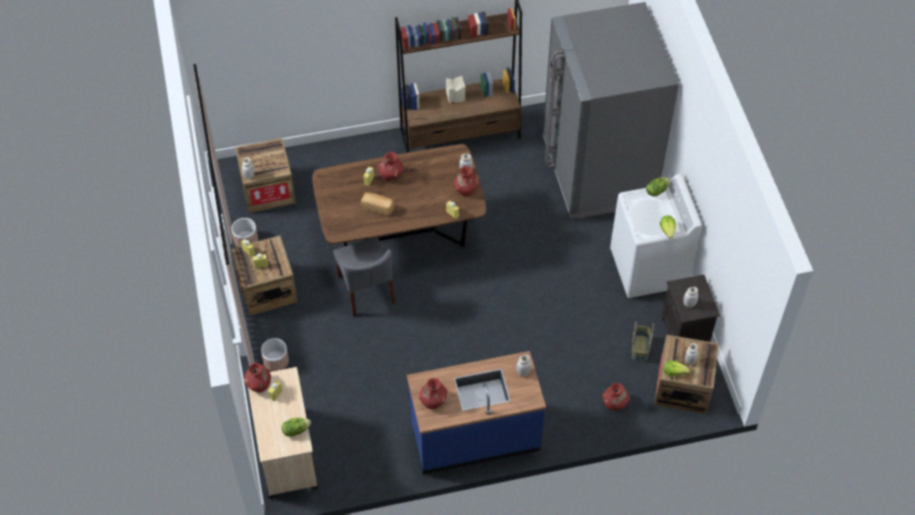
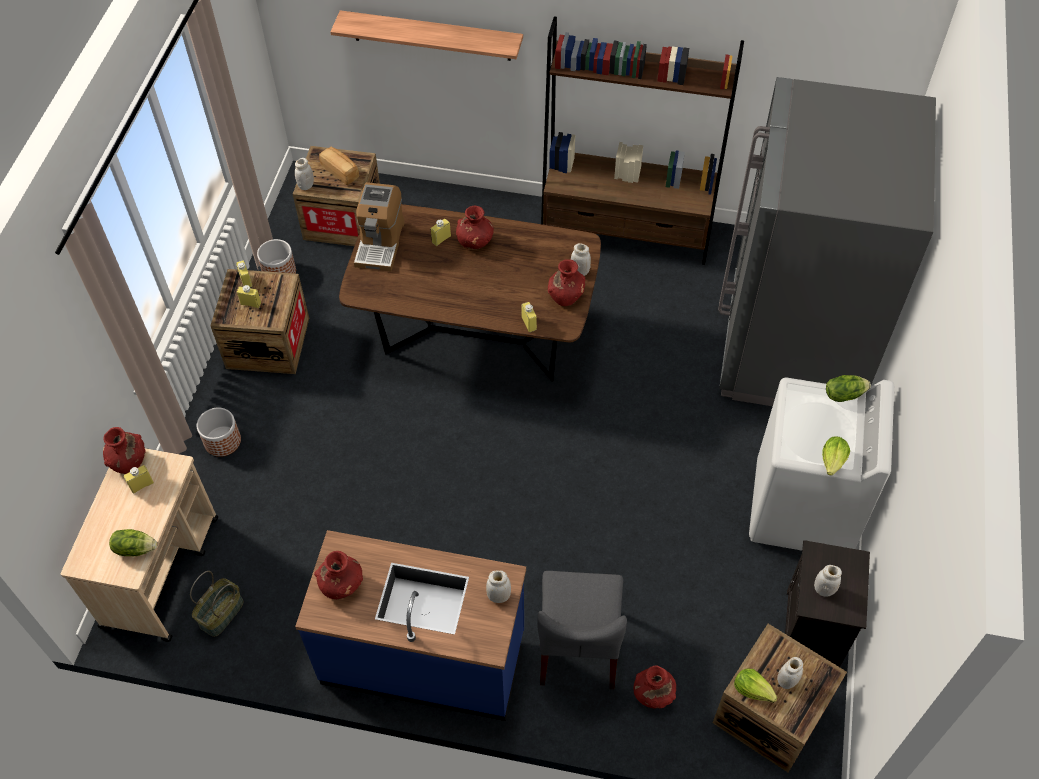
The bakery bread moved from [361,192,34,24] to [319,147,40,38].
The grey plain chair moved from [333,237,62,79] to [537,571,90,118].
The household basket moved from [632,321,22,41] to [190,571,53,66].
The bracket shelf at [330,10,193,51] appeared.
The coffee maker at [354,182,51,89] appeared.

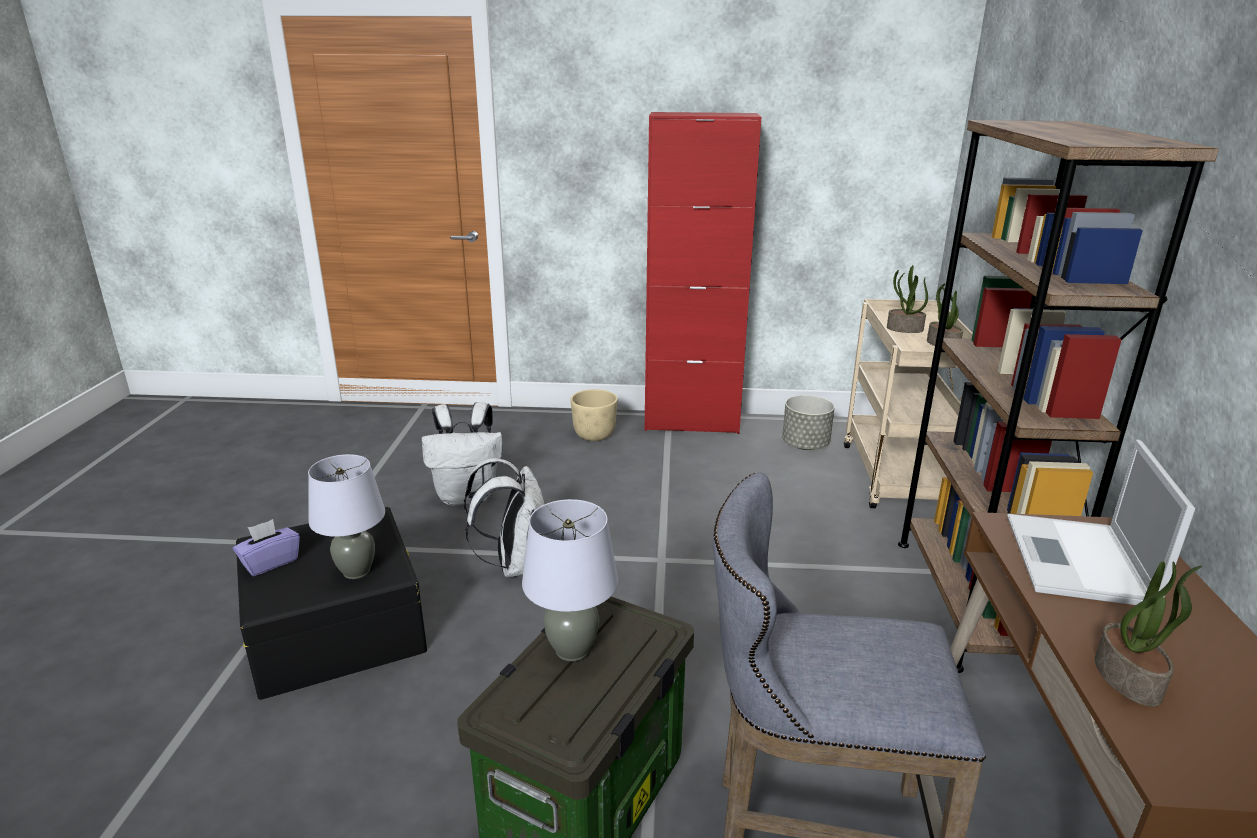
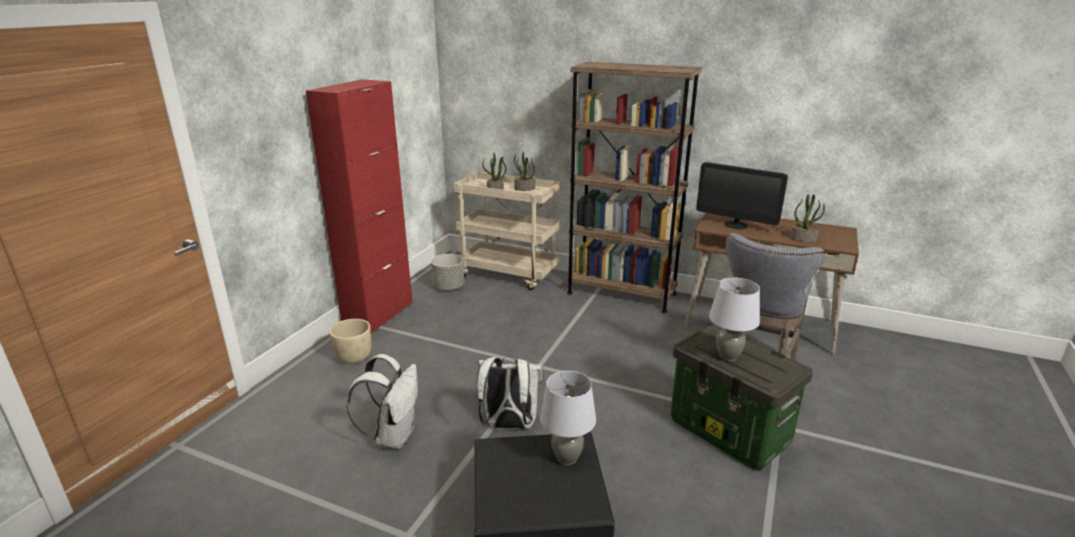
The notebook computer at [1007,440,188,165] was replaced by the computer display at [697,162,91,67].
The purple-coloured tissue box at [233,519,67,57] disappeared.

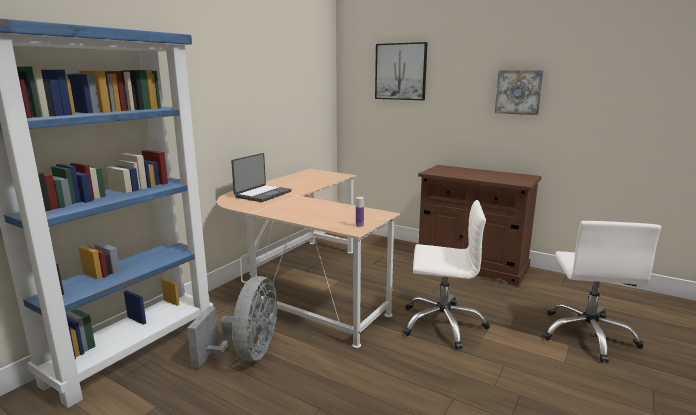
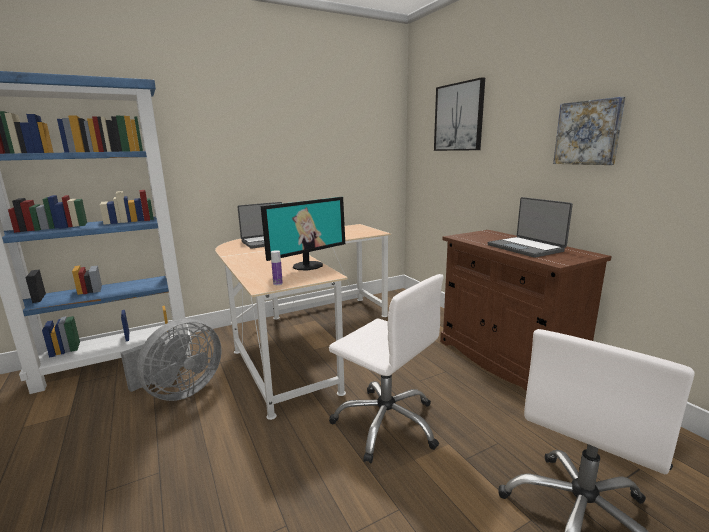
The computer display at [261,197,84,73] appeared.
The notebook computer at [488,197,85,61] appeared.

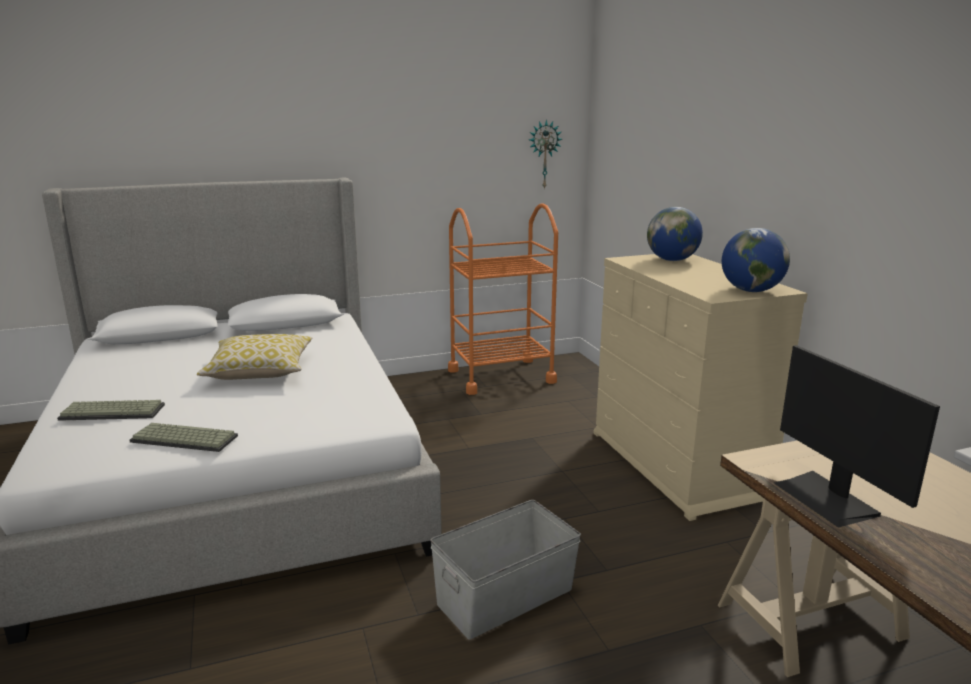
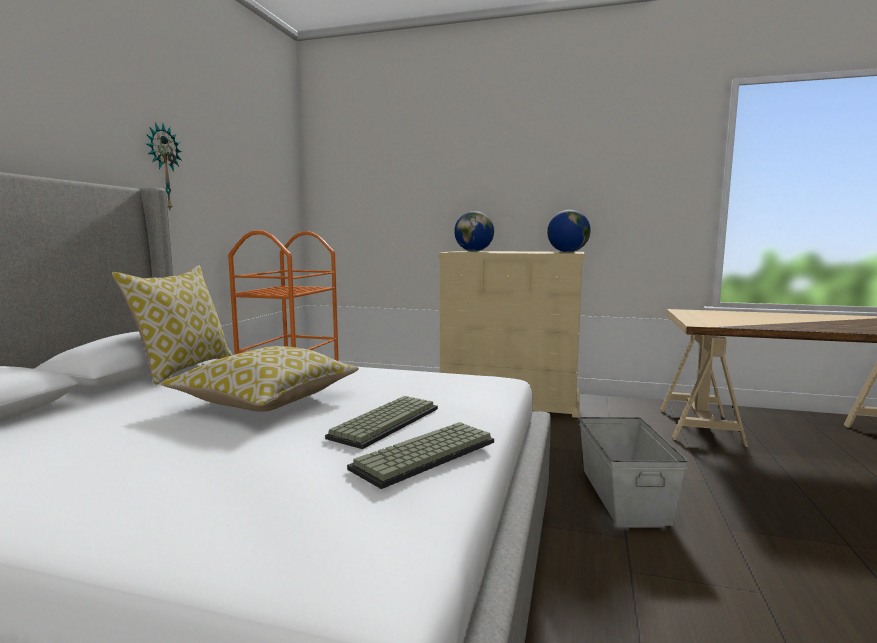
The wall clock moved from [529,119,33,71] to [146,123,36,87].
The computer display at [774,345,166,182] disappeared.
The computer keyboard moved from [57,400,108,21] to [325,396,113,53].
The pillow at [112,265,121,120] appeared.

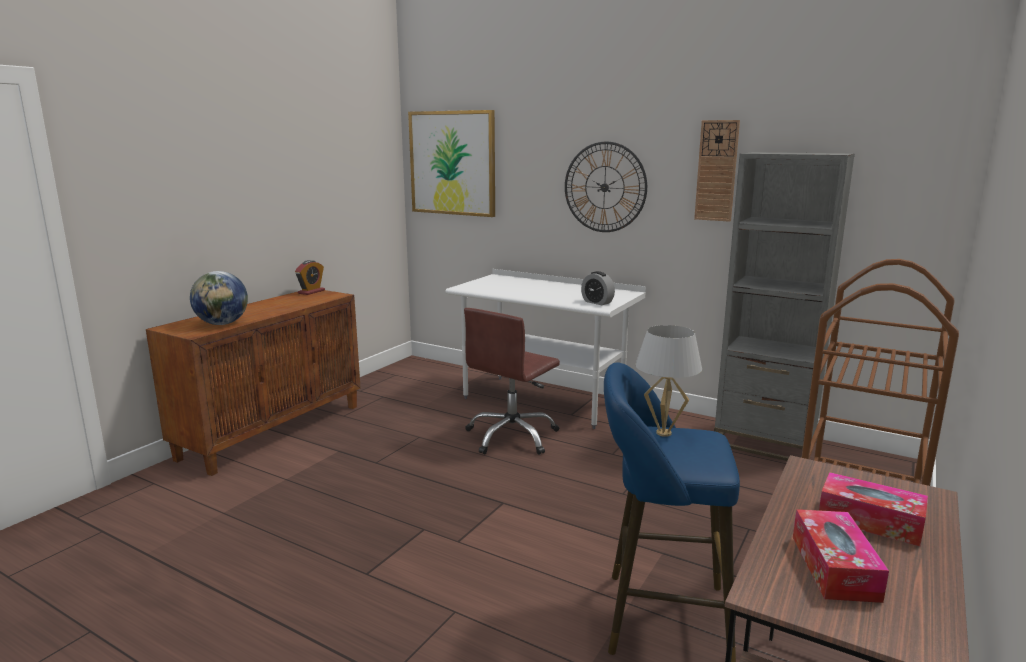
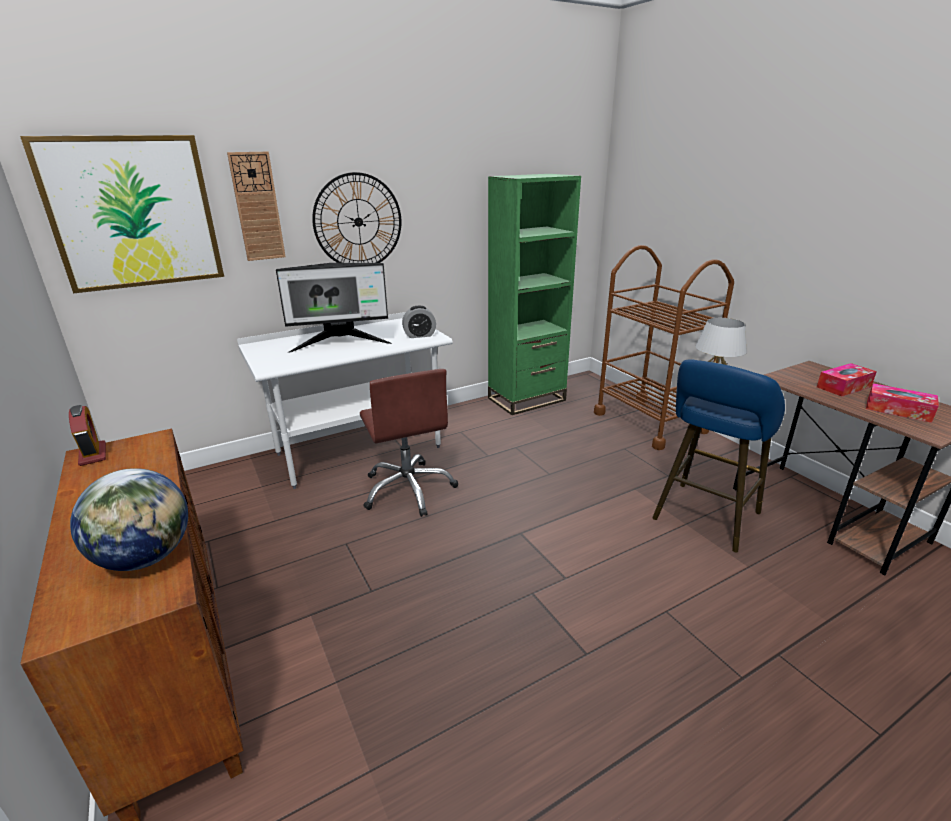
The wall clock moved from [694,120,46,102] to [227,152,59,109].
The grey shelving unit at [714,152,141,309] became the green-coloured shelving unit at [488,174,93,241].
The computer display at [276,263,116,90] appeared.

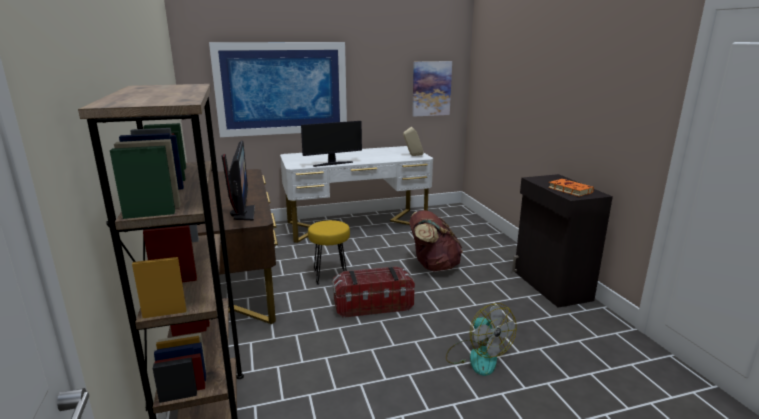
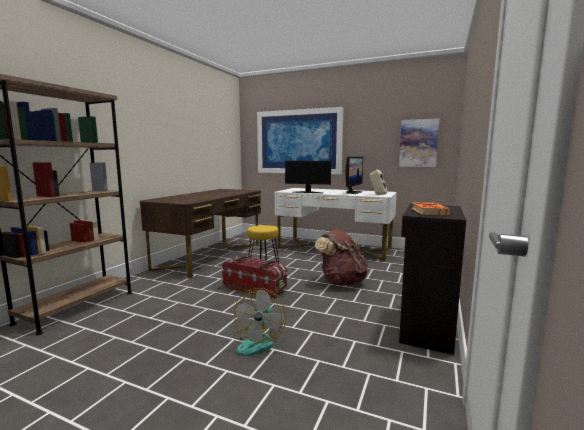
The computer display moved from [221,141,34,79] to [345,157,18,37].

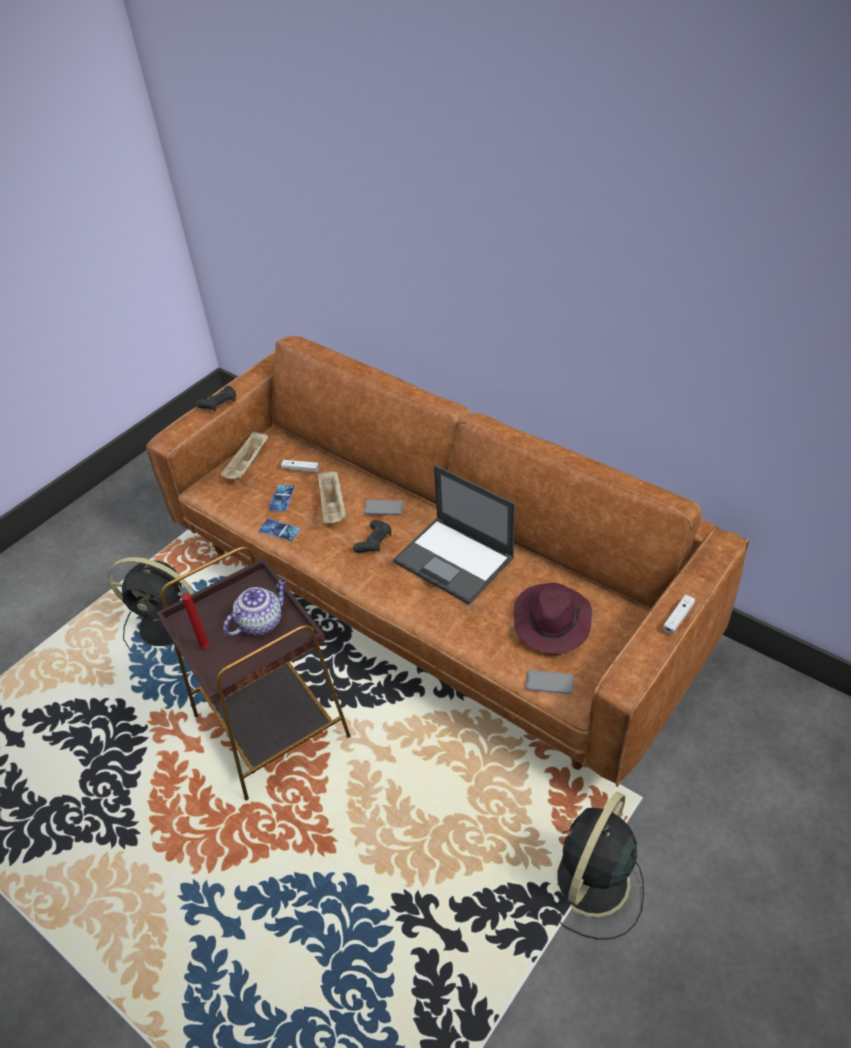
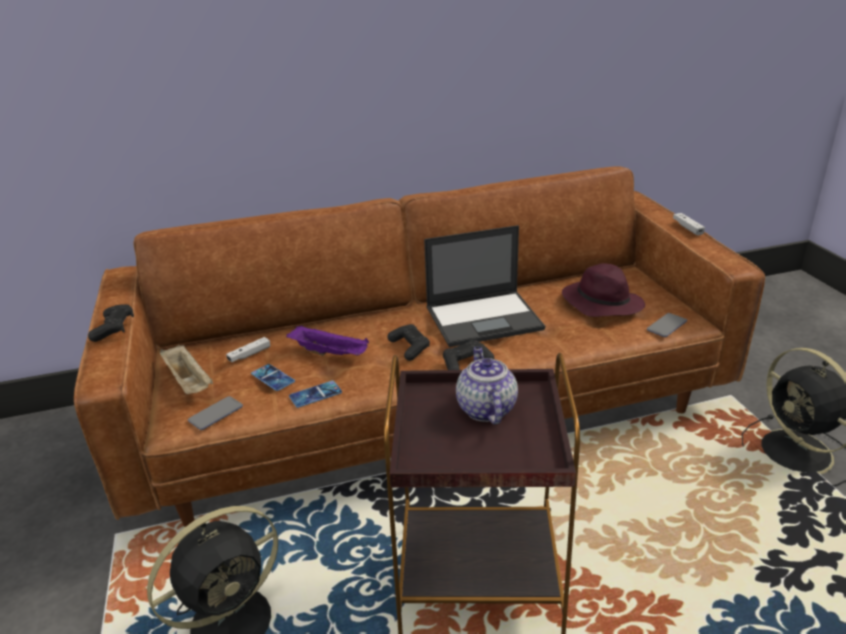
The beige serving tray at [318,470,28,53] became the purple-coloured serving tray at [286,325,83,31].
The telephone moved from [364,500,40,15] to [188,396,55,34].
The red-coloured wax candle at [178,585,32,64] disappeared.
The black-coloured joypad at [443,340,51,30] appeared.

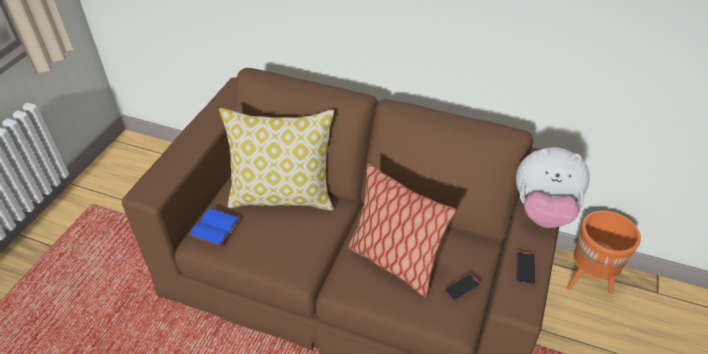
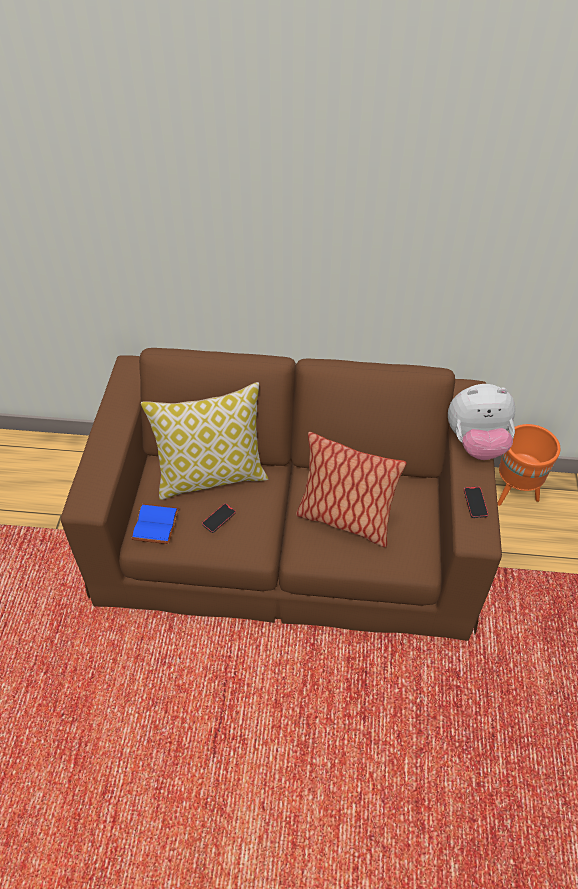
The telephone moved from [444,274,37,28] to [202,503,34,30].

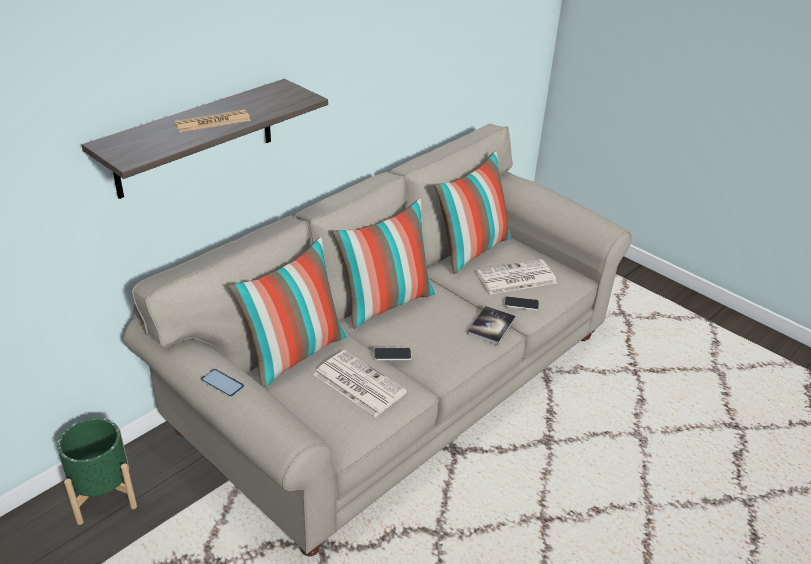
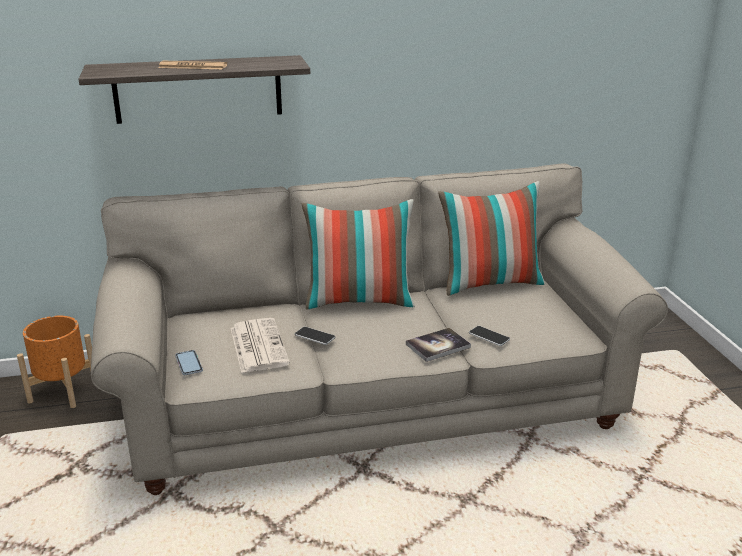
The pillow at [228,237,120,151] disappeared.
The daily paper at [476,259,81,35] disappeared.
The telephone moved from [200,368,45,30] to [175,350,28,25].
The green-coloured plant pot at [57,418,80,107] became the orange-coloured plant pot at [17,316,75,92].

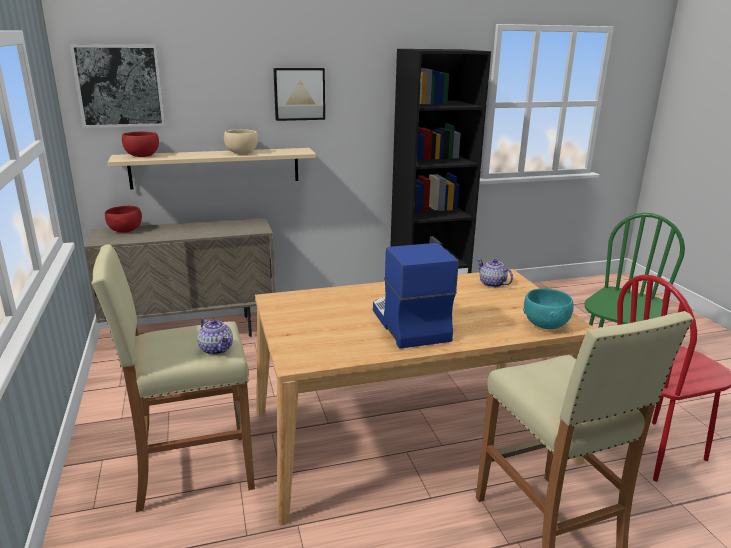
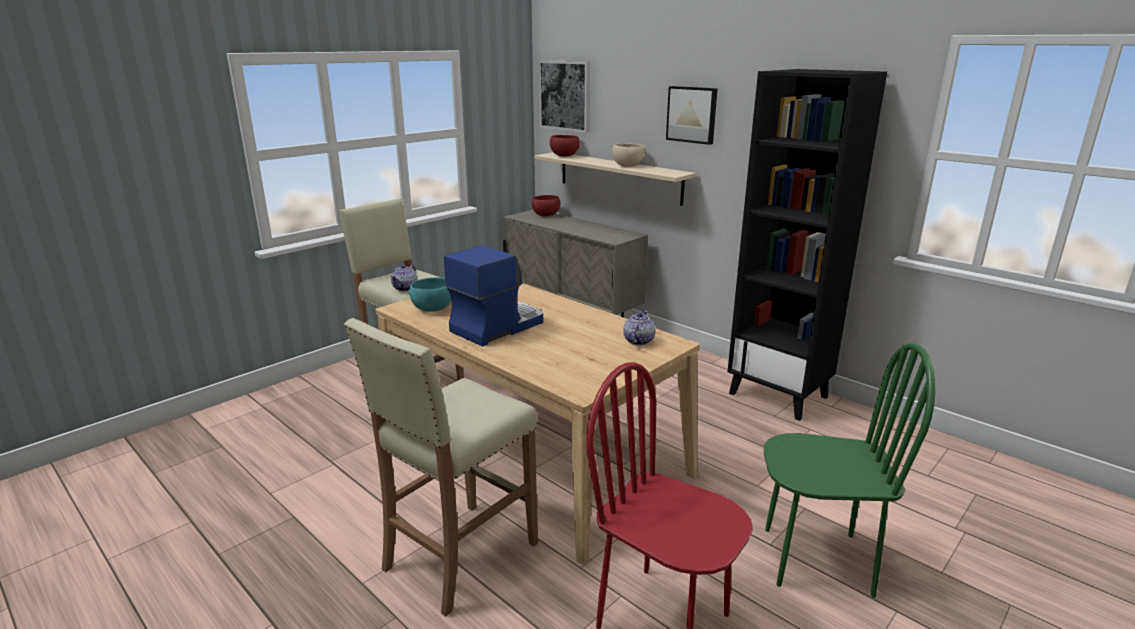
The turquoise deep dish moved from [523,288,51,41] to [408,277,44,35].

